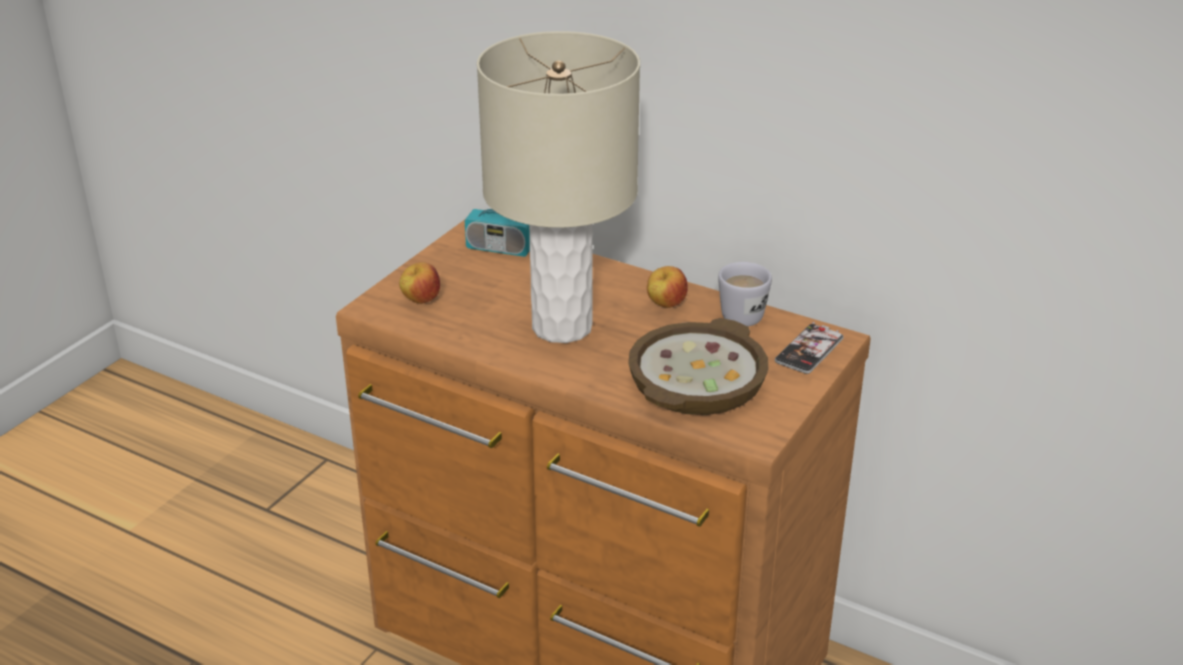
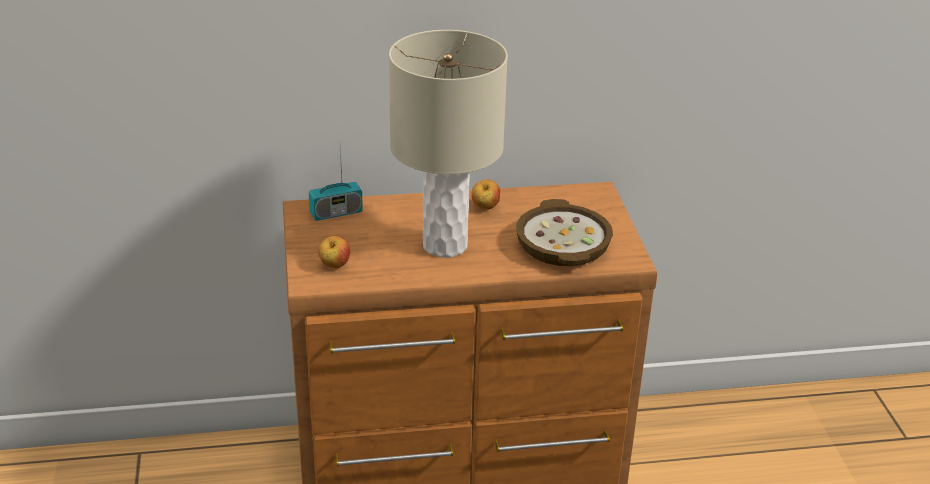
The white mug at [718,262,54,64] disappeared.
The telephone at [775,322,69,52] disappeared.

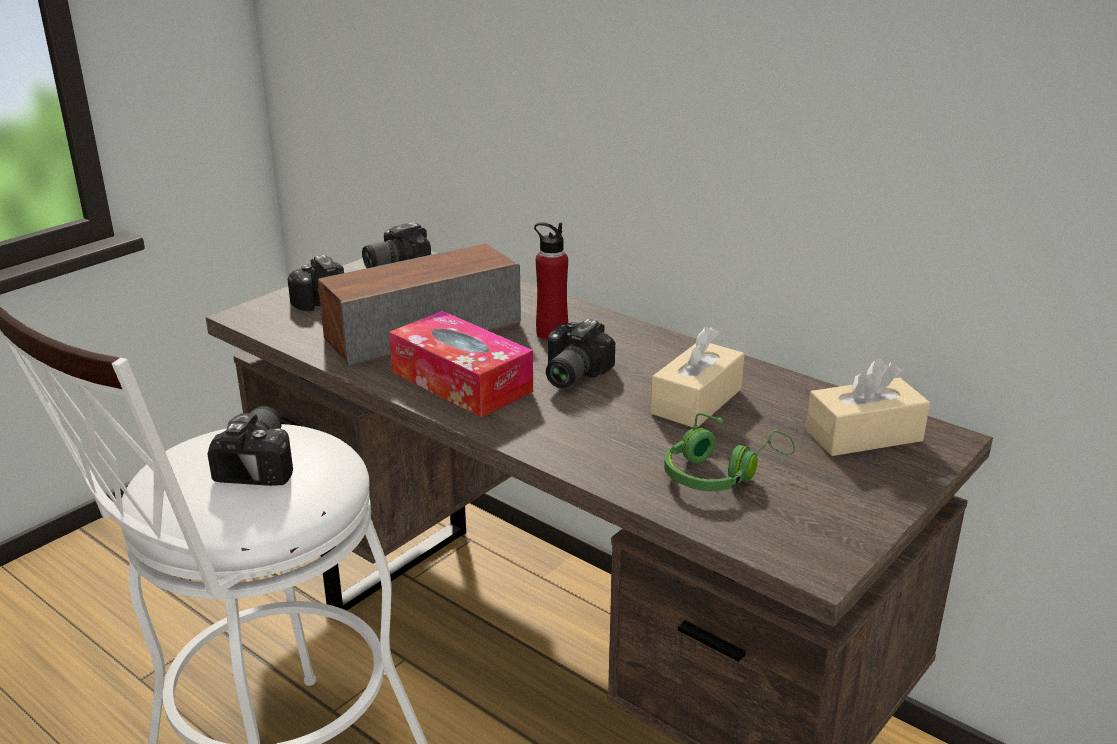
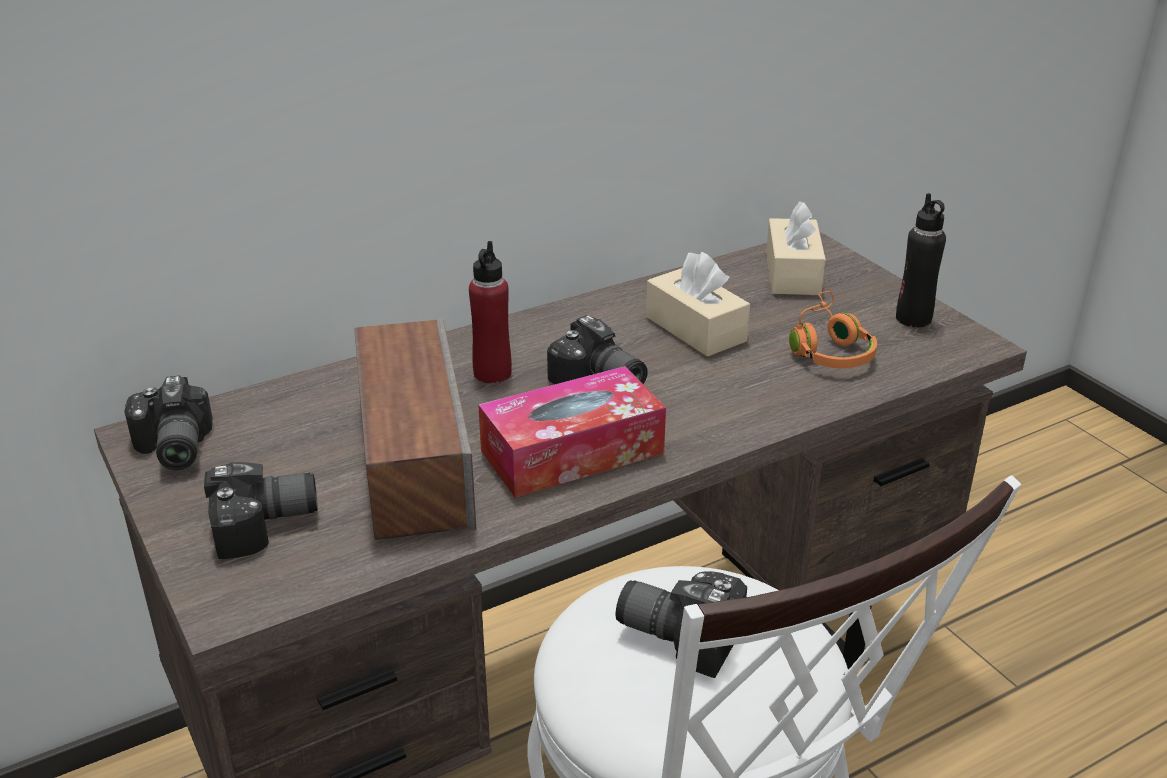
The green-coloured headphones at [664,413,131,78] became the orange-coloured headphones at [789,291,88,77].
The black-coloured bottle at [896,193,50,134] appeared.

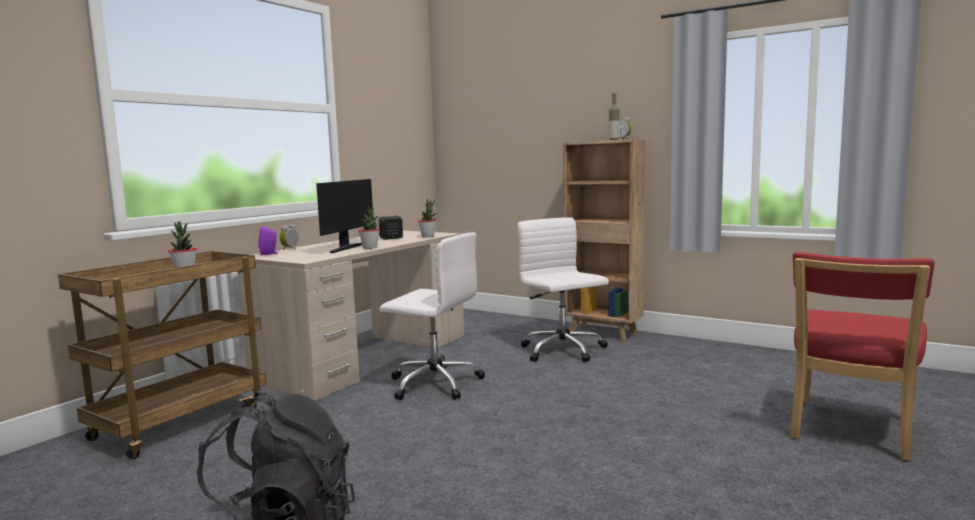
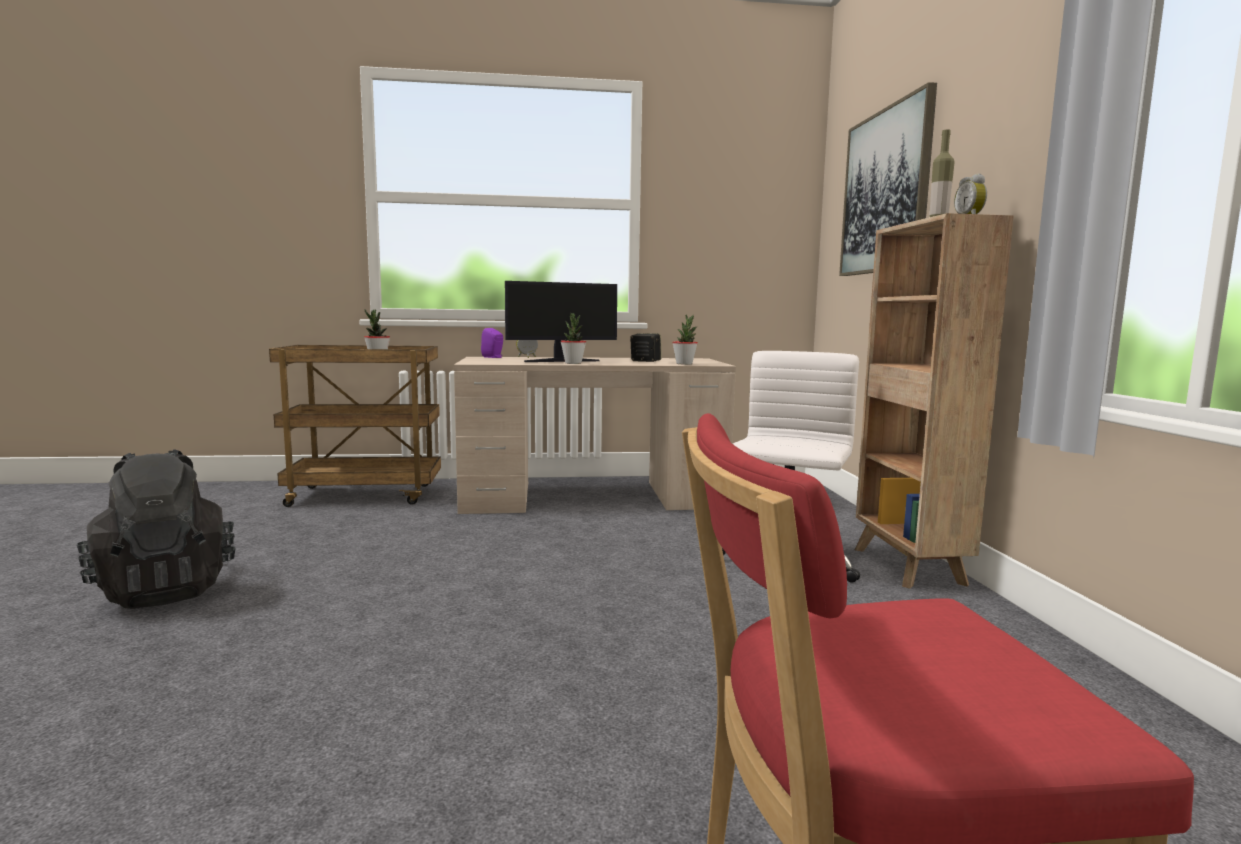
The white computer chair at [380,232,105,168] disappeared.
The picture at [839,82,98,194] appeared.

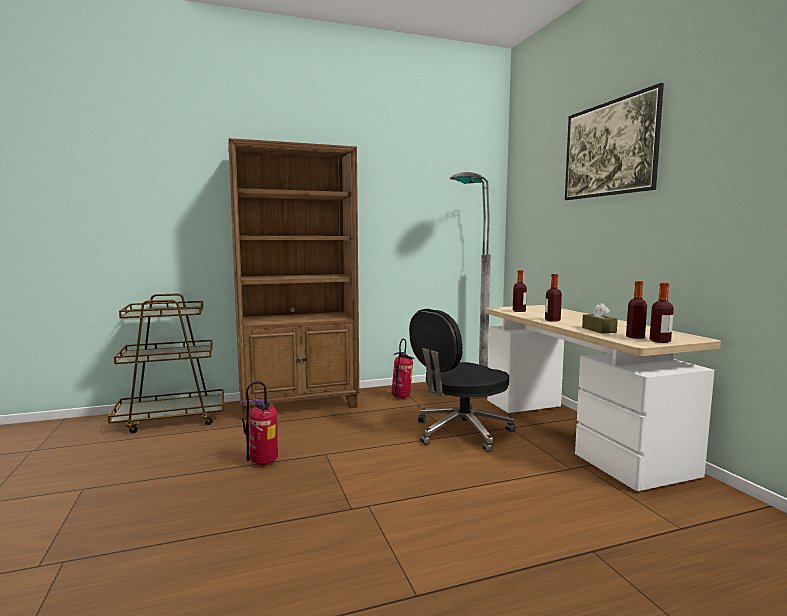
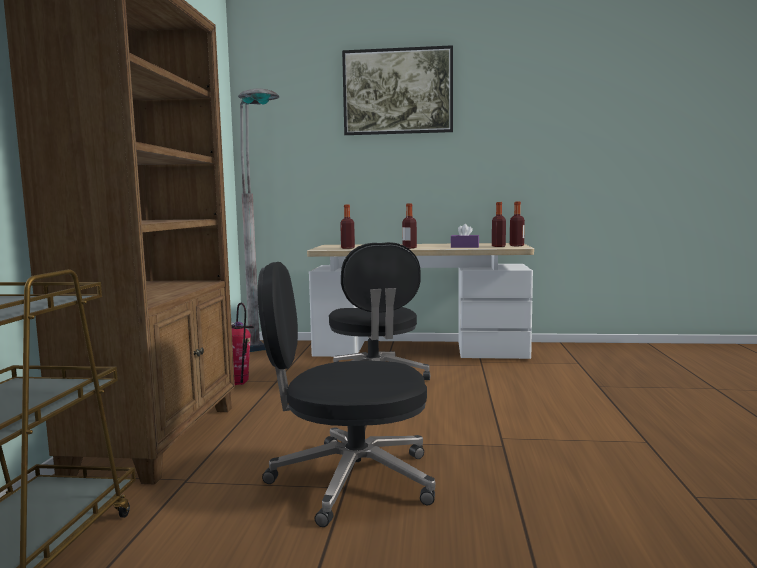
The brownish tissue box at [582,303,36,31] became the purple-coloured tissue box at [451,224,28,24].
The extinguisher at [240,381,38,85] was replaced by the black-coloured computer chair at [257,262,178,265].

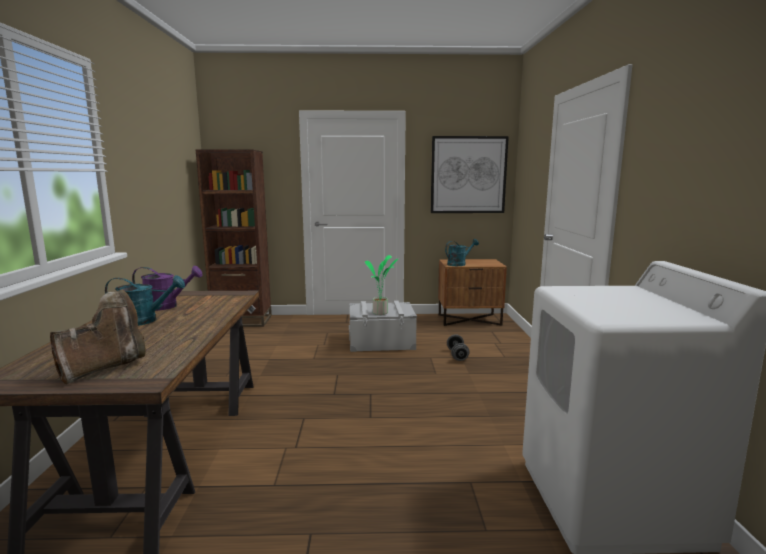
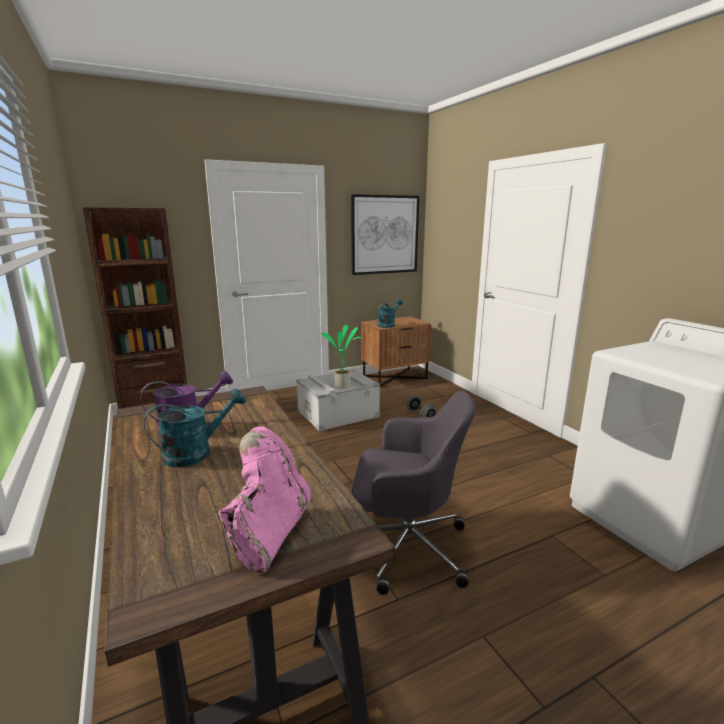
The brownish boot at [50,290,96,94] became the pink-coloured boot at [219,426,92,147].
The grey computer chair at [352,391,124,204] appeared.

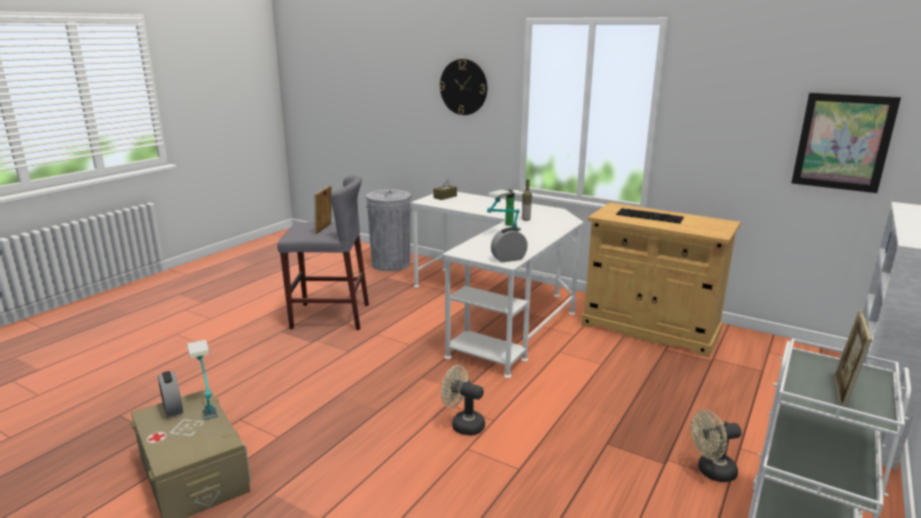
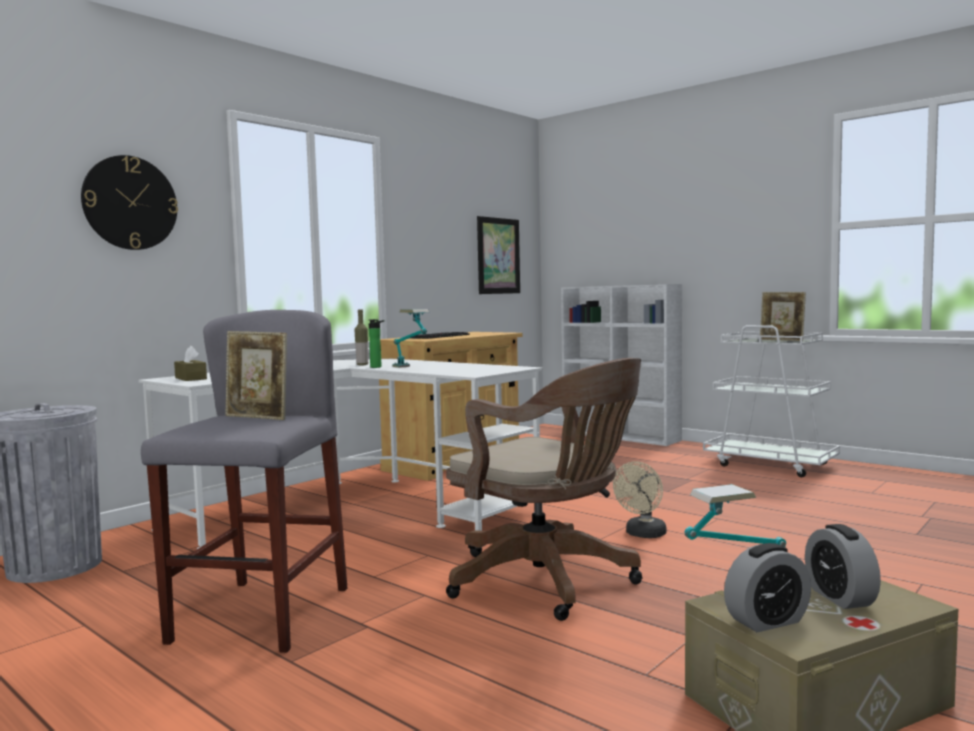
The bedside clock moved from [491,228,37,35] to [805,524,76,85].
The beige fan at [691,409,50,73] disappeared.
The brownish computer chair at [446,358,197,263] appeared.

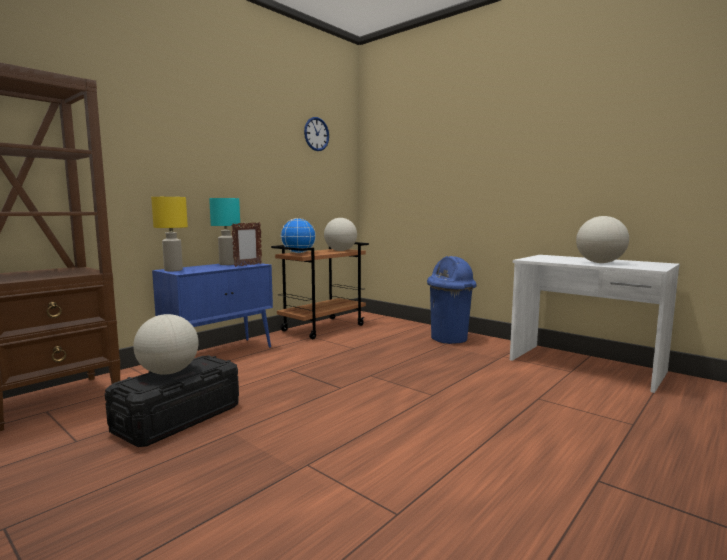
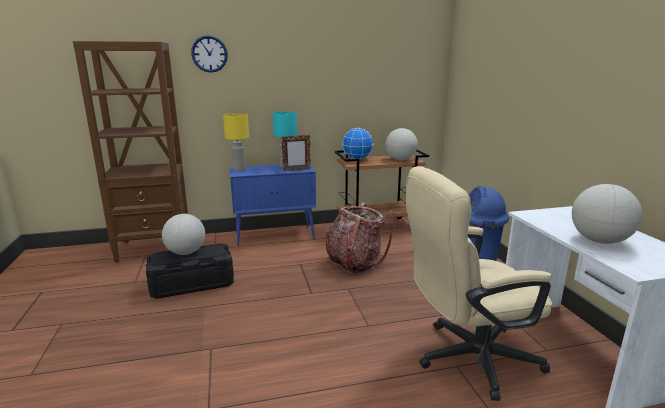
The wall clock moved from [304,117,25,34] to [191,35,37,38].
The beige computer chair at [406,166,147,235] appeared.
The rucksack at [325,202,71,72] appeared.

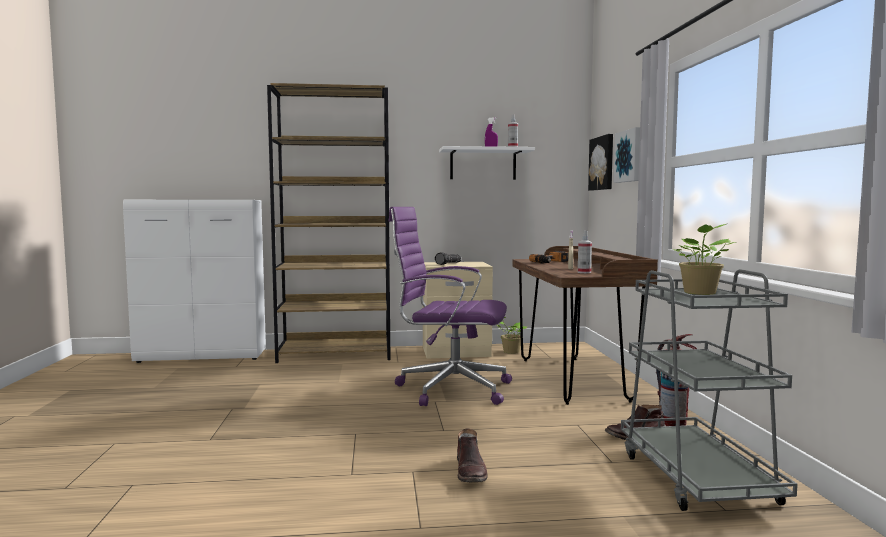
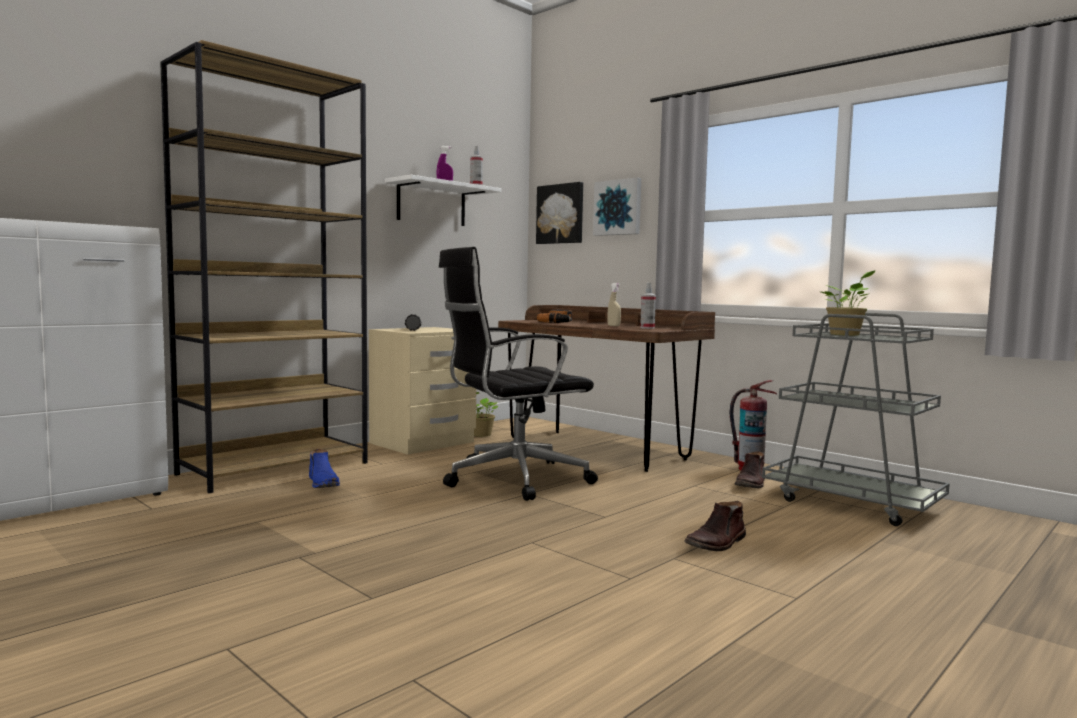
The purple-coloured computer chair at [389,207,123,199] became the black-coloured computer chair at [439,247,159,254].
The brownish boot at [457,428,31,54] turned 90 degrees clockwise.
The bluish boot at [309,449,31,39] appeared.

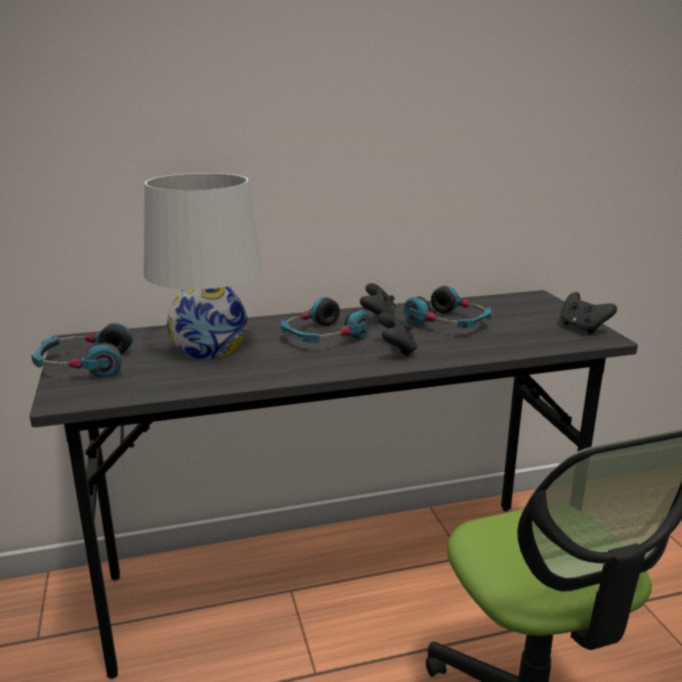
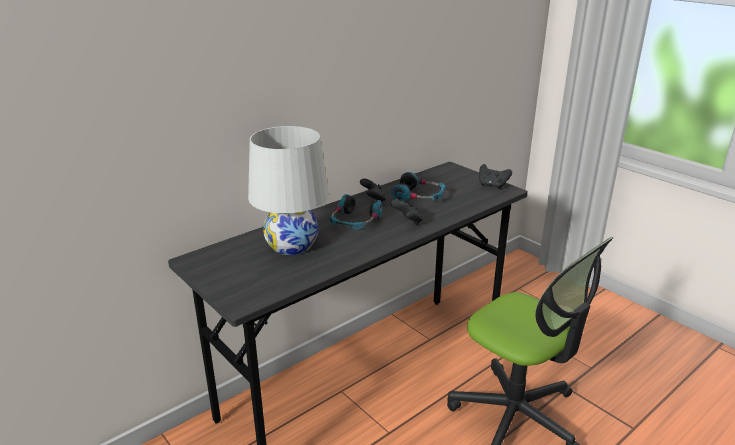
The headphones at [31,323,102,55] disappeared.

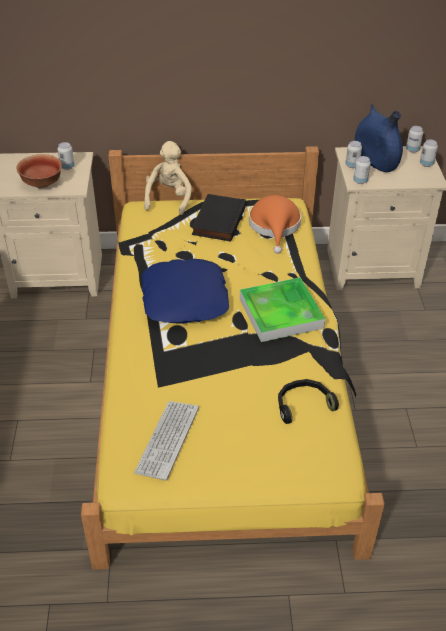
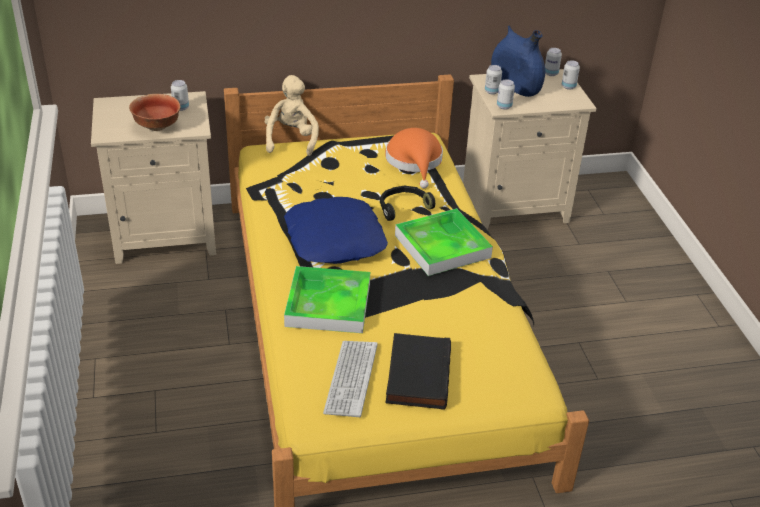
The black-coloured bound book moved from [192,194,54,48] to [386,333,65,77].
The black-coloured headphones moved from [278,379,61,45] to [380,186,55,35].
The serving tray at [284,266,86,67] appeared.

